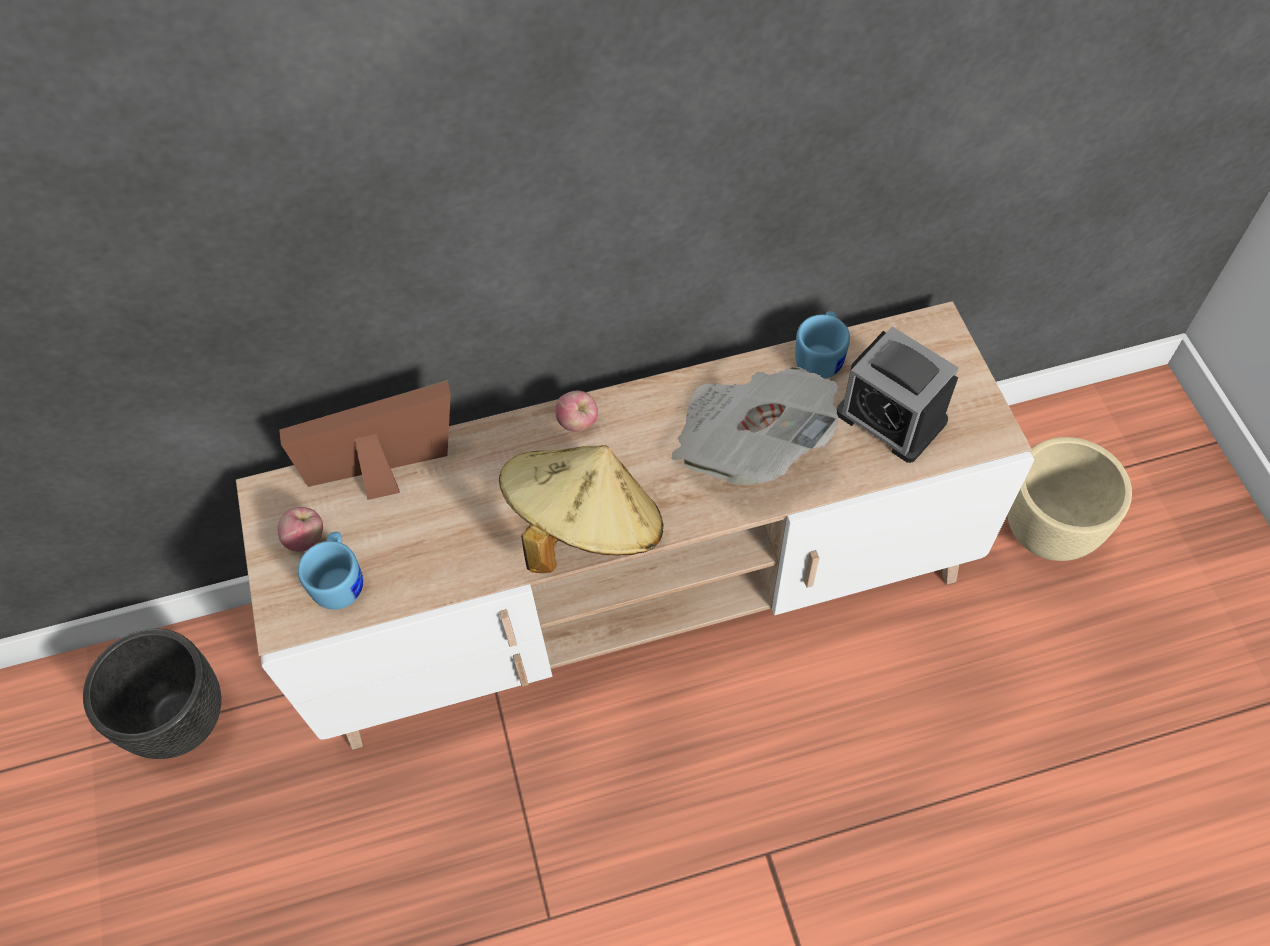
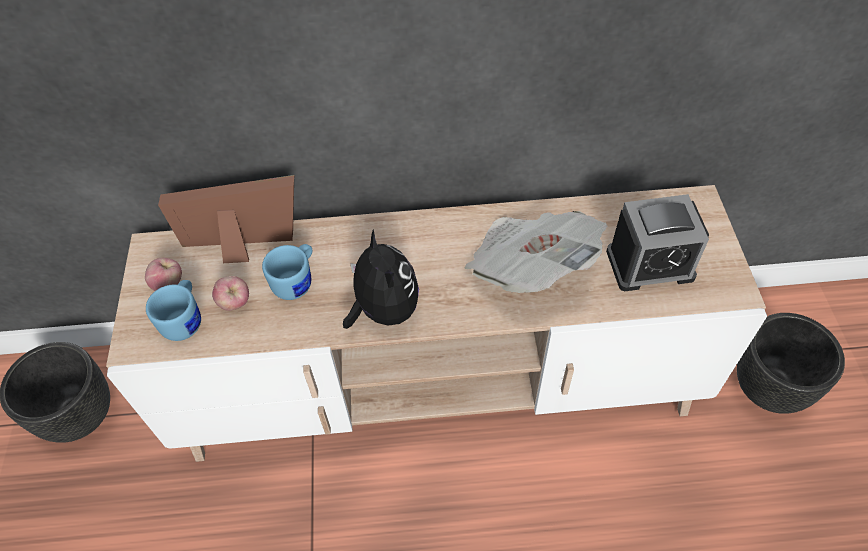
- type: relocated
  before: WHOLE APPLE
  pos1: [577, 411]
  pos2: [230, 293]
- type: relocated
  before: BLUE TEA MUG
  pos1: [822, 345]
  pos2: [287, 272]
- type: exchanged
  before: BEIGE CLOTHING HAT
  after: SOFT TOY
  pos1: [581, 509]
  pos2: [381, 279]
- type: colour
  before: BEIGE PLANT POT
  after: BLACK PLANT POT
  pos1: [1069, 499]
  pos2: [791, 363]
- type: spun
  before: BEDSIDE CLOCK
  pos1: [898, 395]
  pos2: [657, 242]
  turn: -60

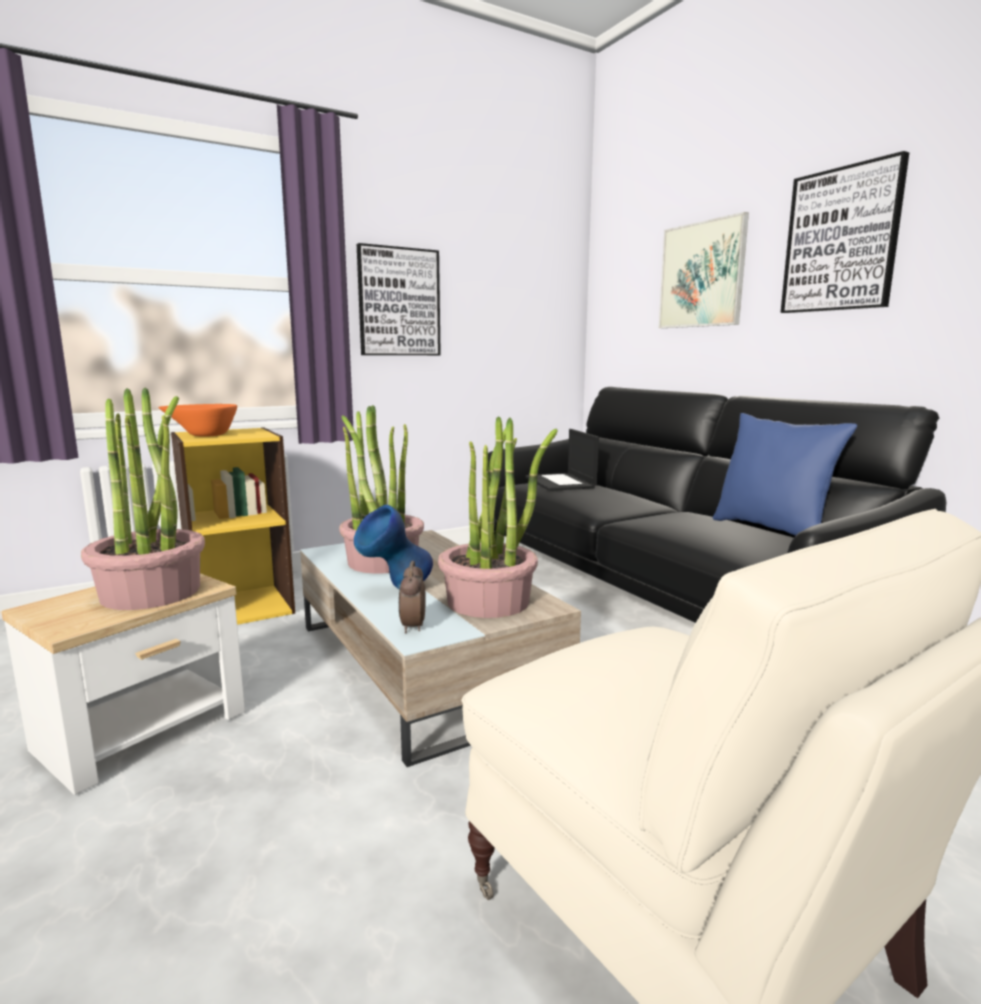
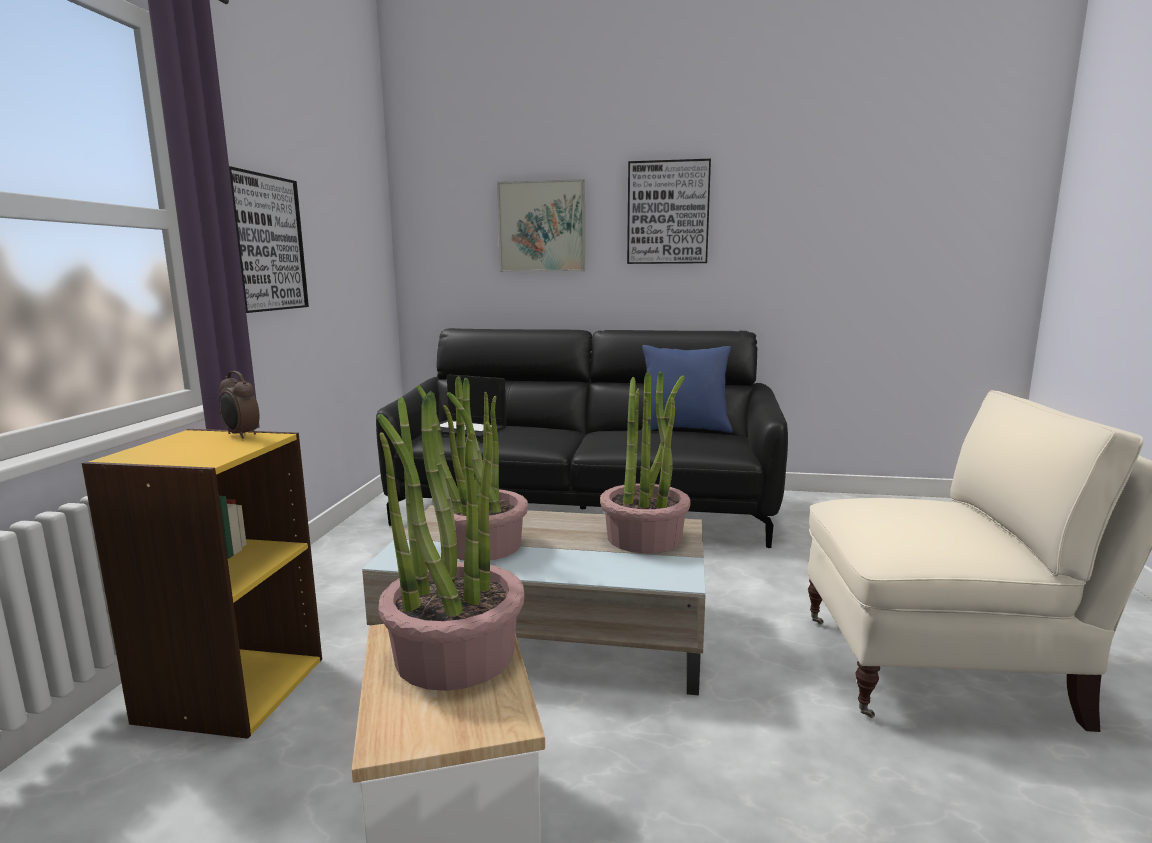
- type: missing
  before: ORANGEY SERVING BOWL
  pos1: [197, 420]
- type: missing
  before: BLUE DECORATIVE VASE
  pos1: [393, 547]
- type: relocated
  before: BEDSIDE CLOCK
  pos1: [412, 597]
  pos2: [239, 405]

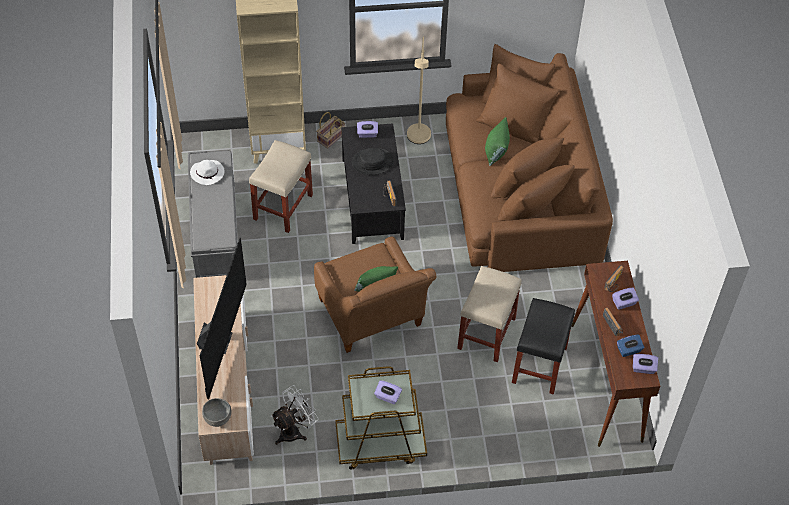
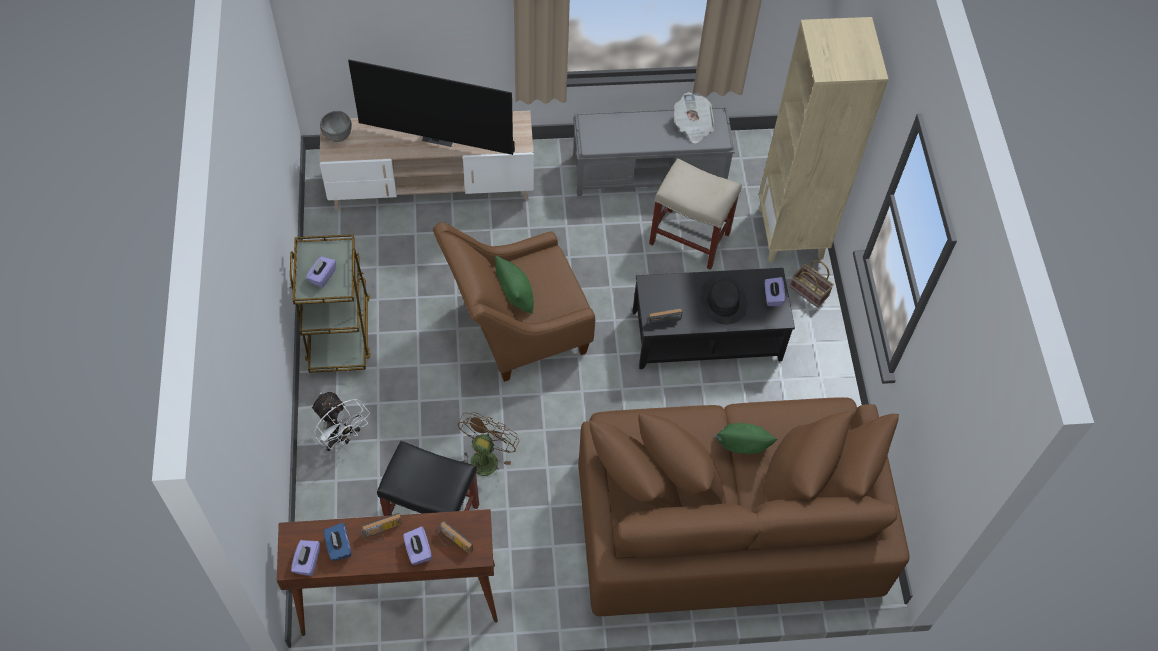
- type: missing
  before: BEIGE STANDARD LAMP
  pos1: [419, 90]
- type: relocated
  before: WHITE-COLOURED COOLING FAN
  pos1: [295, 415]
  pos2: [340, 421]
- type: exchanged
  before: WHITE-COLOURED CLOTHING HAT
  after: DAILY PAPER
  pos1: [207, 172]
  pos2: [694, 117]
- type: exchanged
  before: BEIGE SITTING STOOL
  after: BROWN COOLING FAN
  pos1: [489, 314]
  pos2: [488, 444]

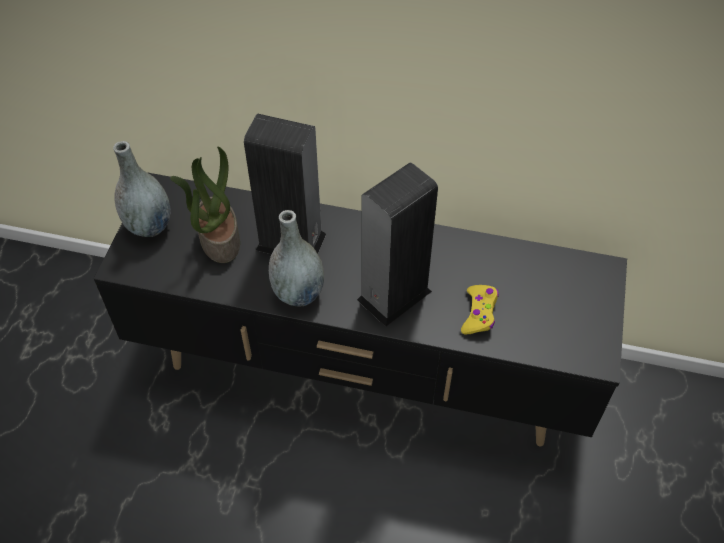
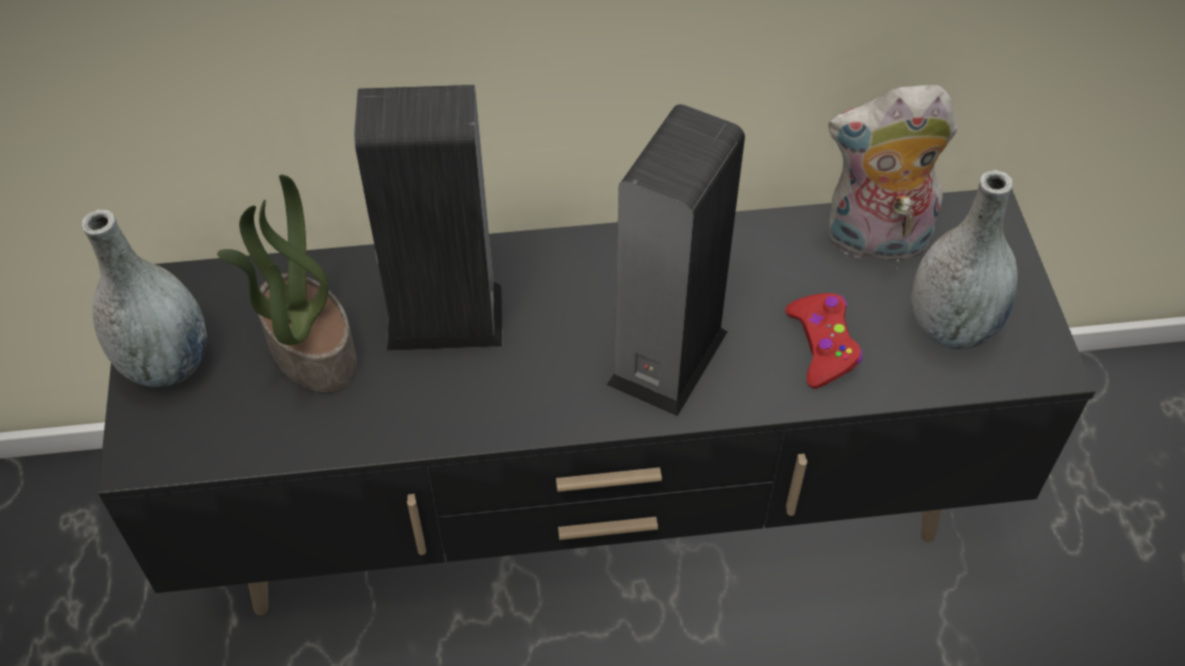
- type: appeared
  after: SOFT TOY
  pos2: [892, 177]
- type: relocated
  before: GREYISH DECORATIVE VASE
  pos1: [296, 258]
  pos2: [964, 259]
- type: colour
  before: YELLOWISH GAMEPAD
  after: REDDISH GAMEPAD
  pos1: [480, 310]
  pos2: [824, 340]

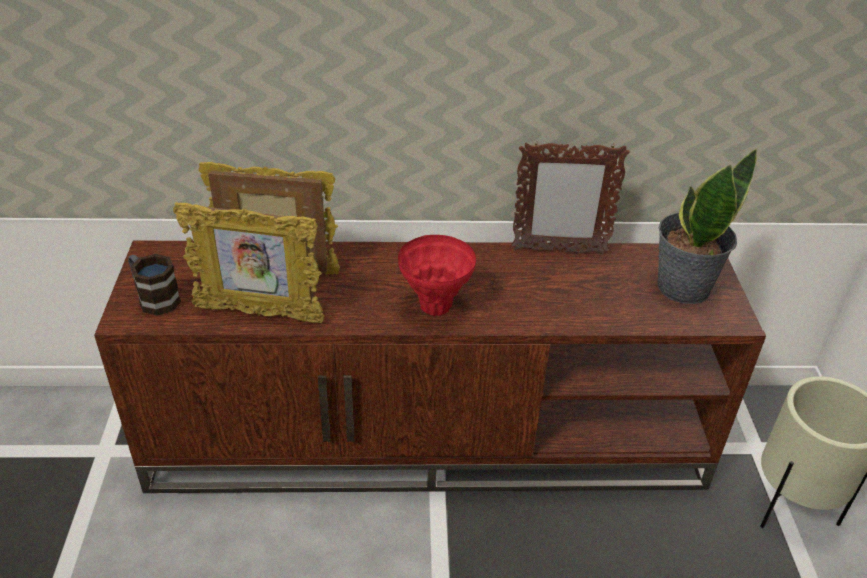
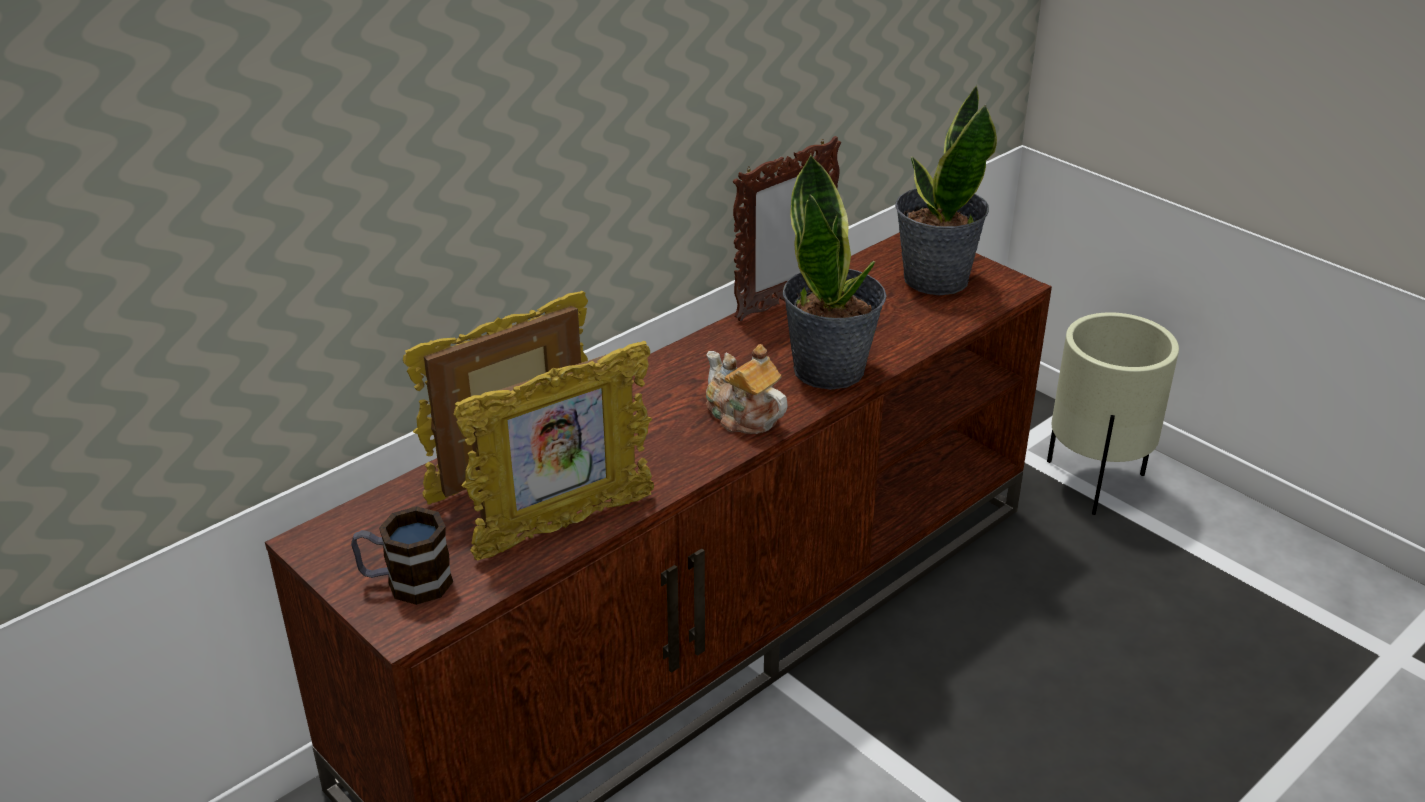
- type: appeared
  after: PLANT IN A POT
  pos2: [835, 272]
- type: exchanged
  before: REDDISH DECORATIVE VASE
  after: TEA POT
  pos1: [437, 275]
  pos2: [747, 389]

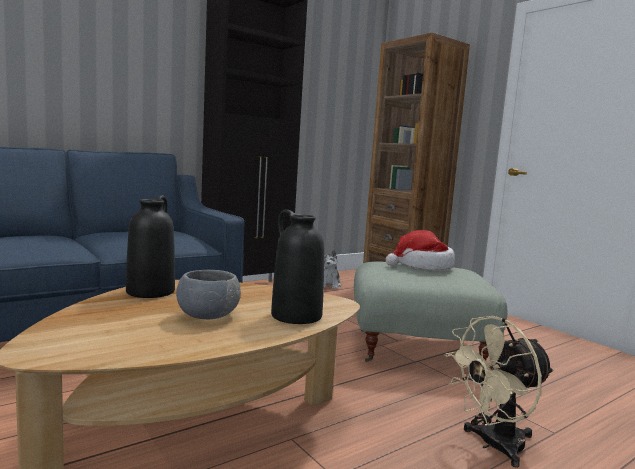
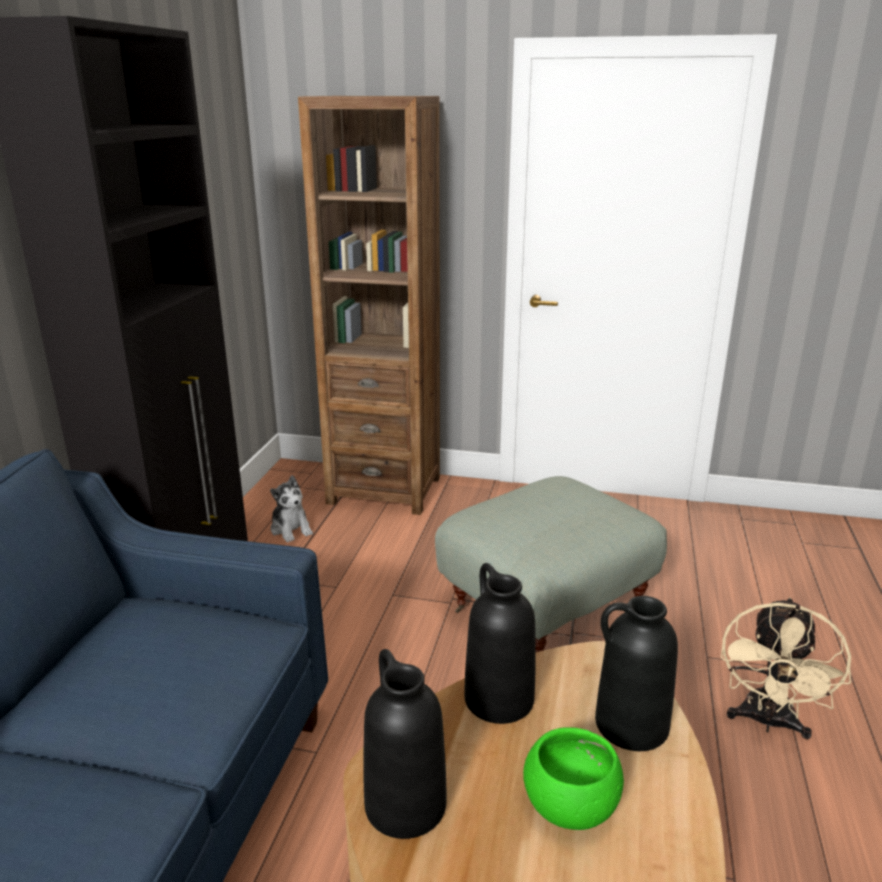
- type: missing
  before: CLOTHING HAT
  pos1: [420, 250]
- type: appeared
  after: BLACK DECORATIVE VASE
  pos2: [500, 643]
- type: colour
  before: GREYISH SERVING BOWL
  after: GREEN SERVING BOWL
  pos1: [208, 294]
  pos2: [573, 778]

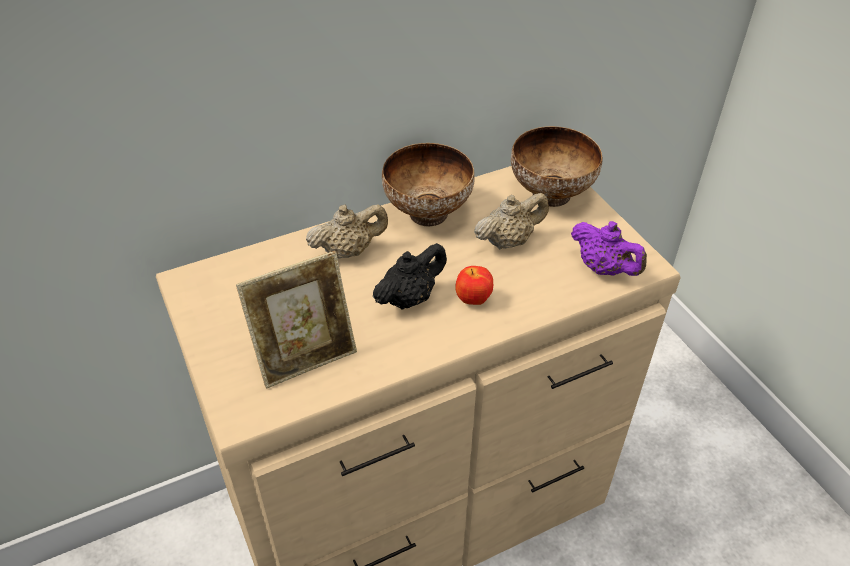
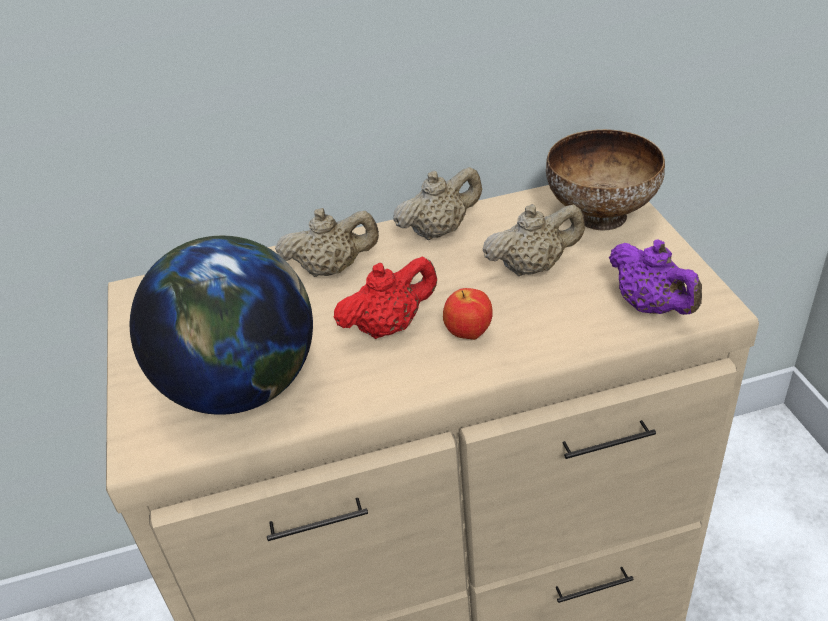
- type: exchanged
  before: PHOTO FRAME
  after: WORLD GLOBE
  pos1: [296, 320]
  pos2: [221, 325]
- type: exchanged
  before: SERVING BOWL
  after: BEIGE TEA POT
  pos1: [428, 184]
  pos2: [437, 203]
- type: colour
  before: BLACK TEA POT
  after: REDDISH TEA POT
  pos1: [410, 276]
  pos2: [385, 298]

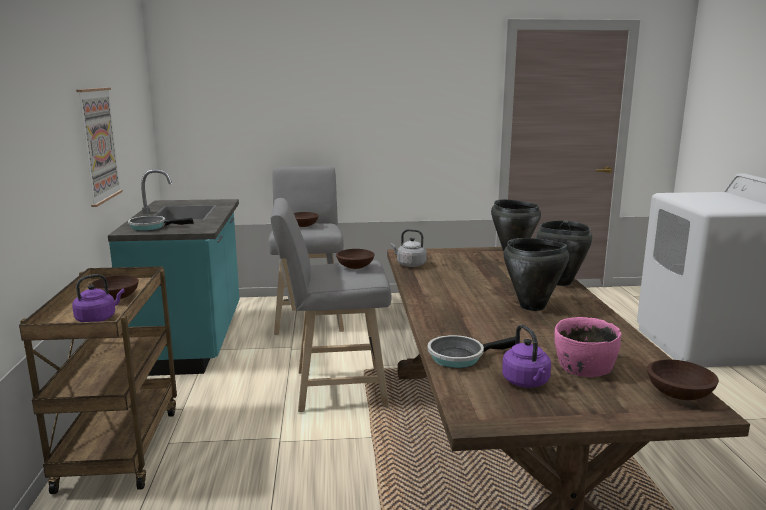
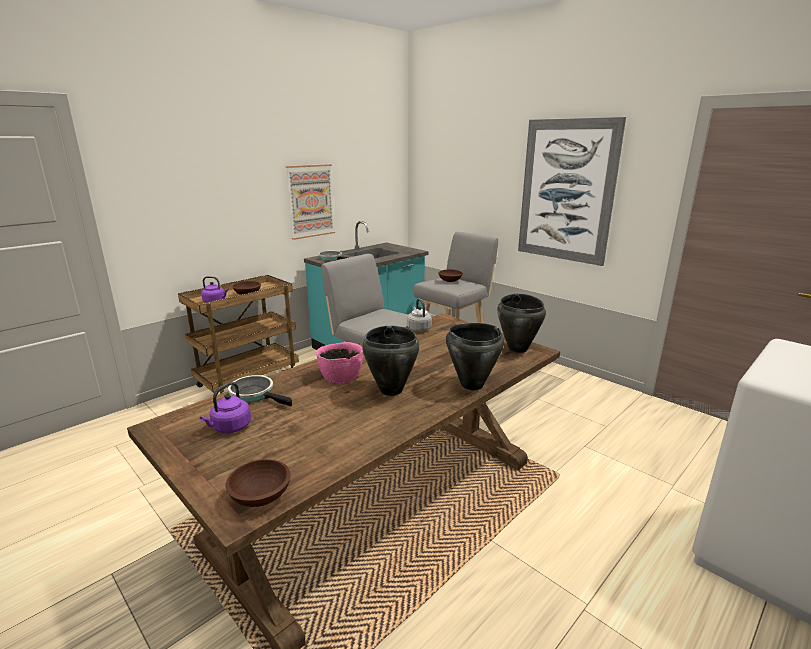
- type: missing
  before: BROWN SERVING BOWL
  pos1: [355, 259]
- type: appeared
  after: WALL ART
  pos2: [572, 191]
- type: relocated
  before: PINK-COLOURED SERVING BOWL
  pos1: [588, 347]
  pos2: [339, 362]

